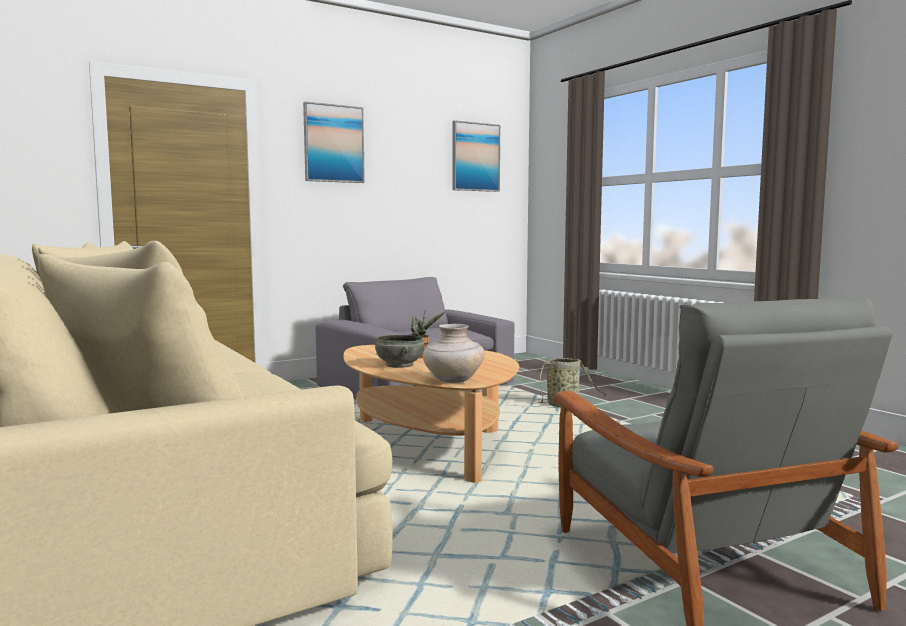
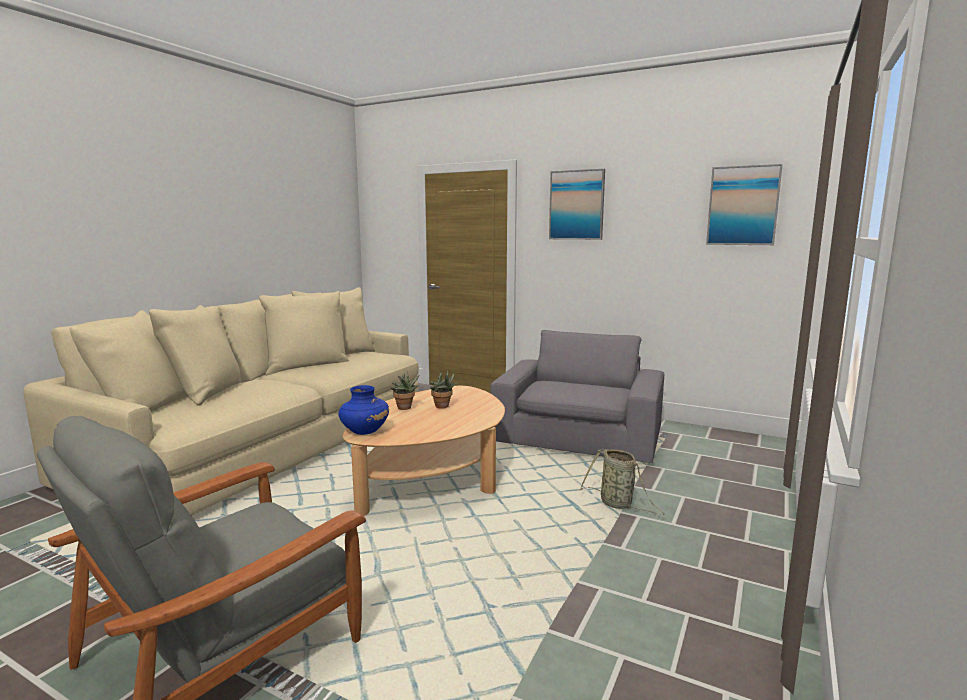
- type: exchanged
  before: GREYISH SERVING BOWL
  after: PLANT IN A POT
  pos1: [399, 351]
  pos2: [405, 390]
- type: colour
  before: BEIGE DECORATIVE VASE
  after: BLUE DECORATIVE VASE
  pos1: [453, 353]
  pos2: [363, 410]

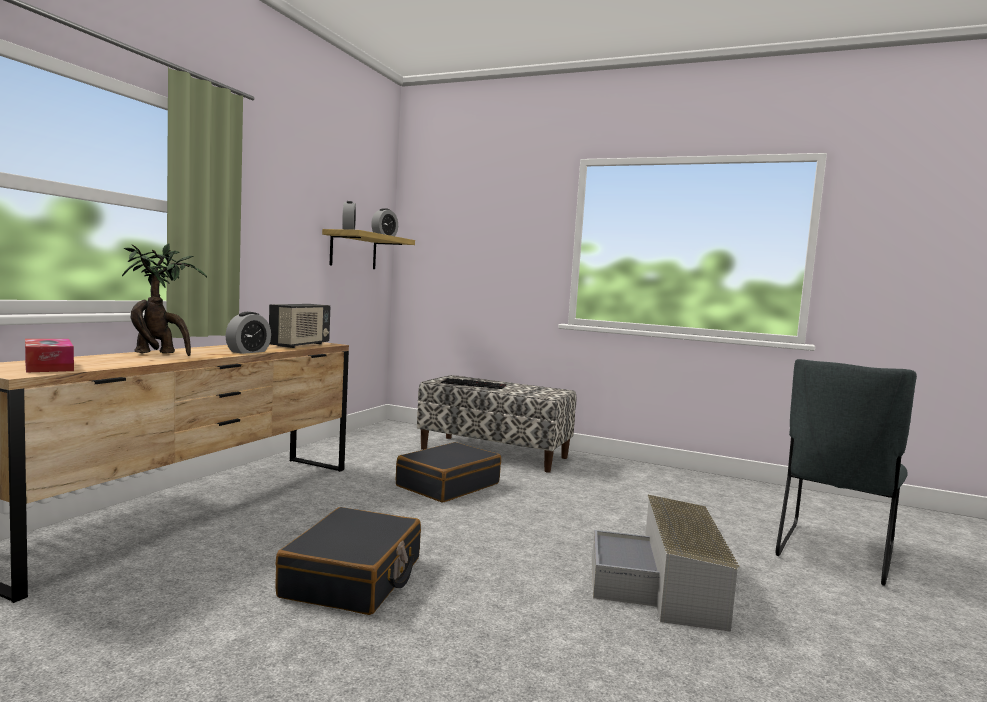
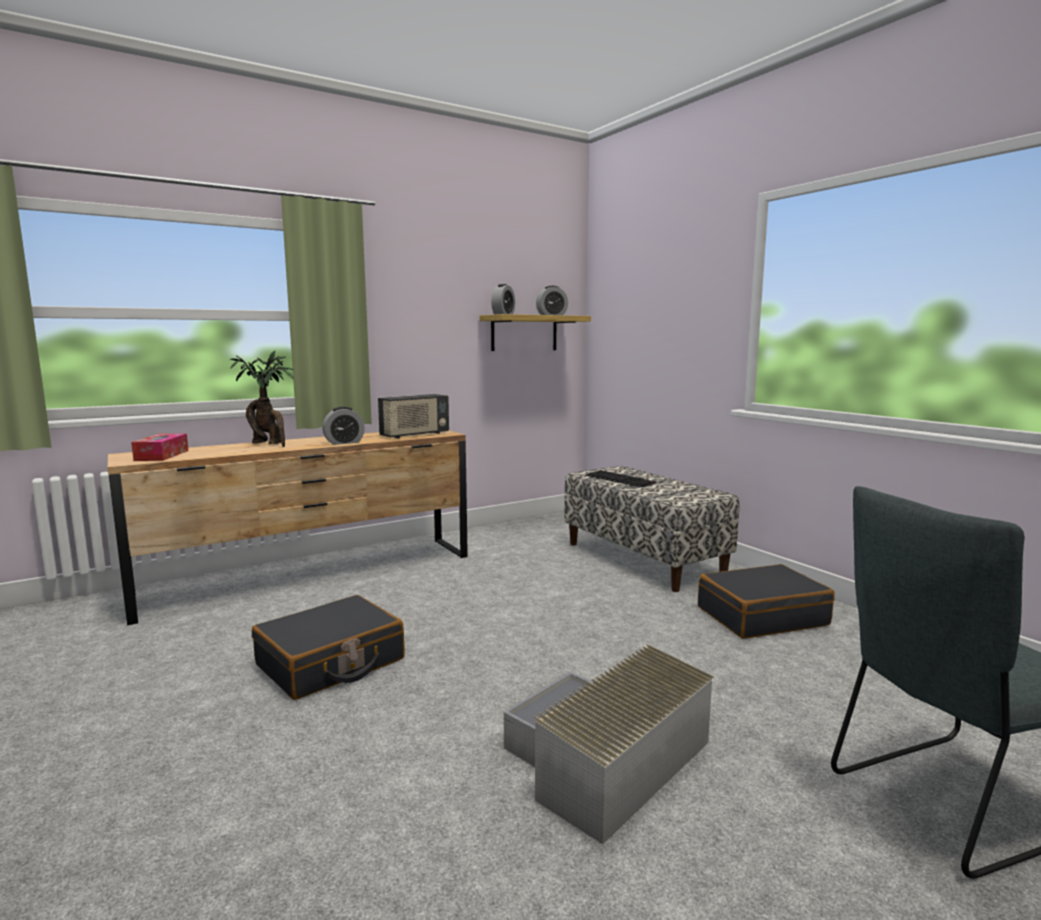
- type: relocated
  before: BLACK TRAVEL CASE
  pos1: [448, 472]
  pos2: [766, 601]

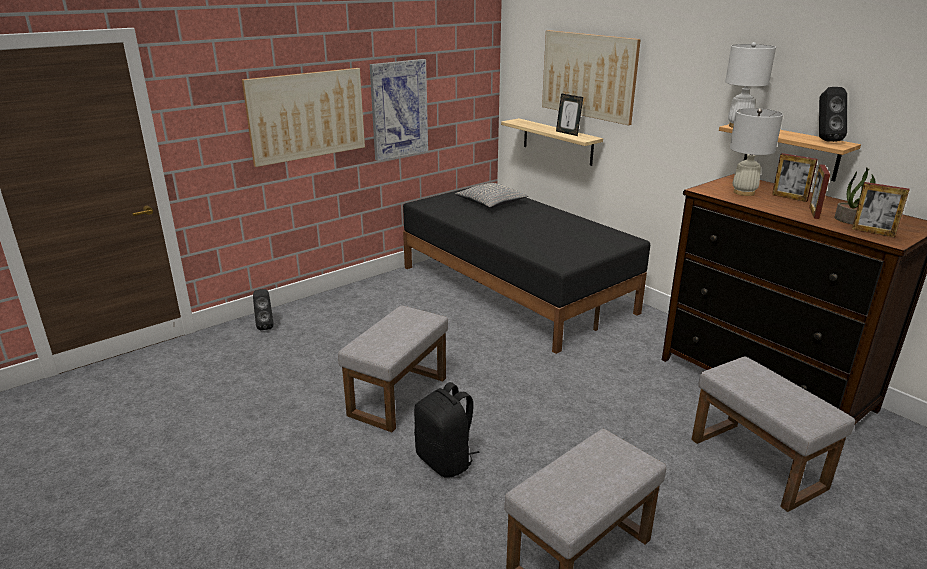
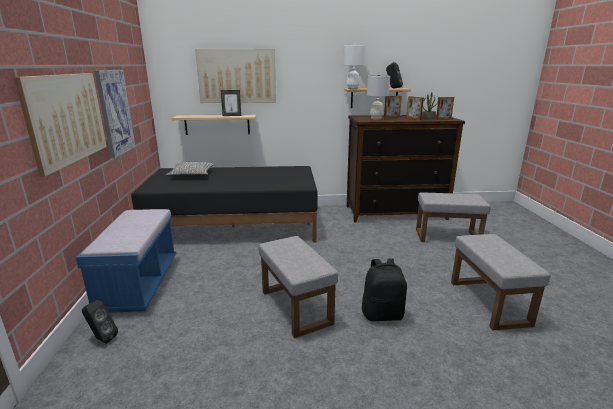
- type: appeared
  after: BLUE BENCH
  pos2: [126, 261]

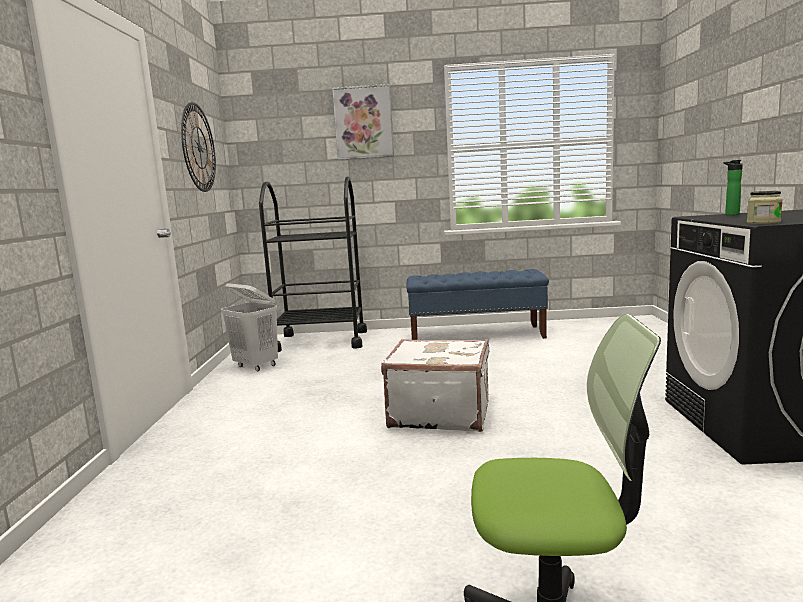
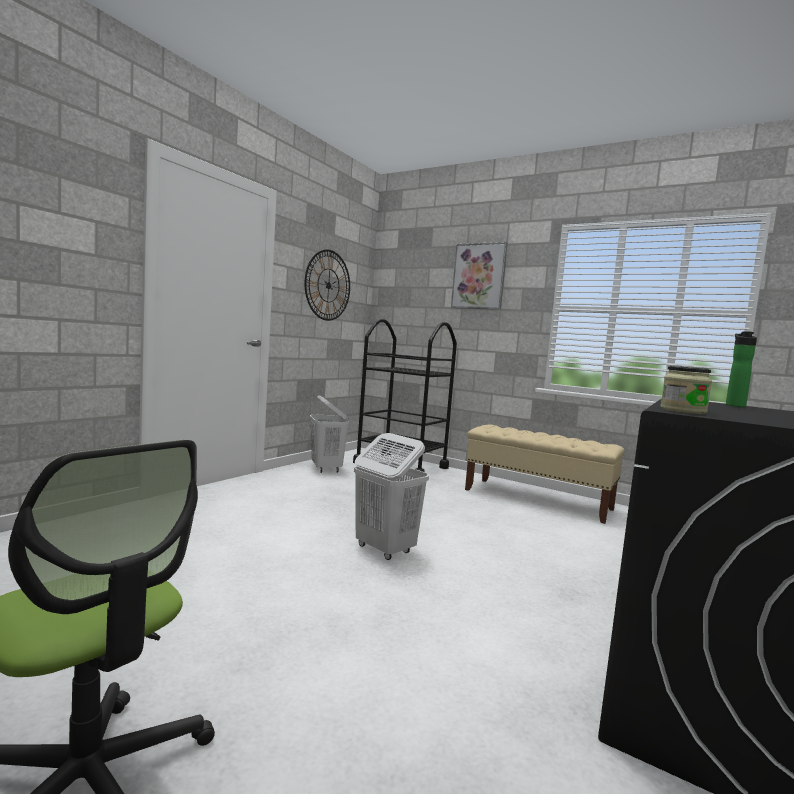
- type: exchanged
  before: WHITE-COLOURED TRAVEL CASE
  after: WHITE-COLOURED LAUNDRY BASKET
  pos1: [435, 385]
  pos2: [391, 496]
- type: colour
  before: BLUE BENCH
  after: BEIGE BENCH
  pos1: [477, 304]
  pos2: [545, 474]

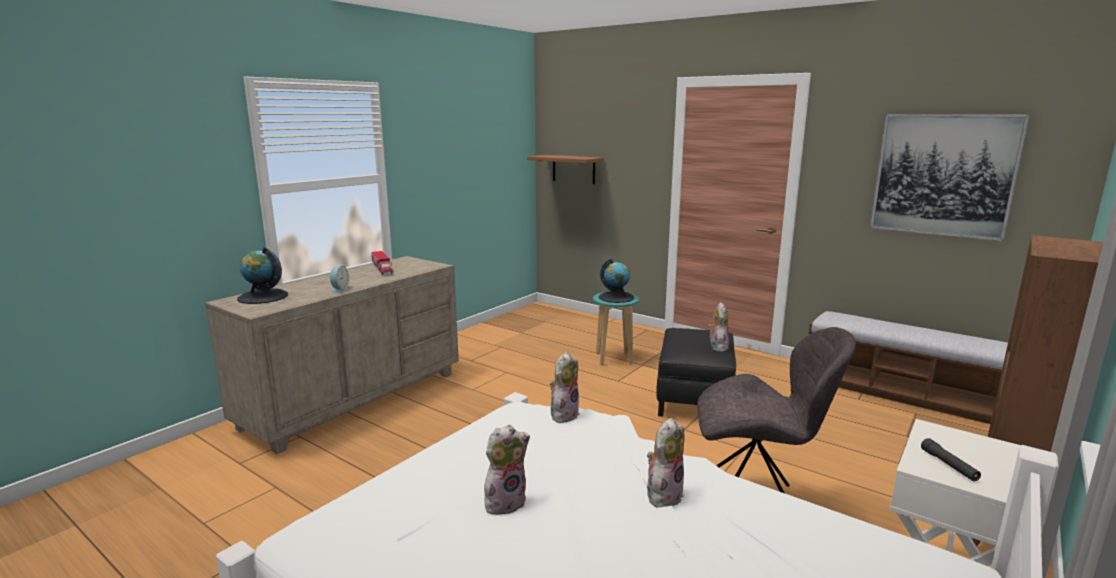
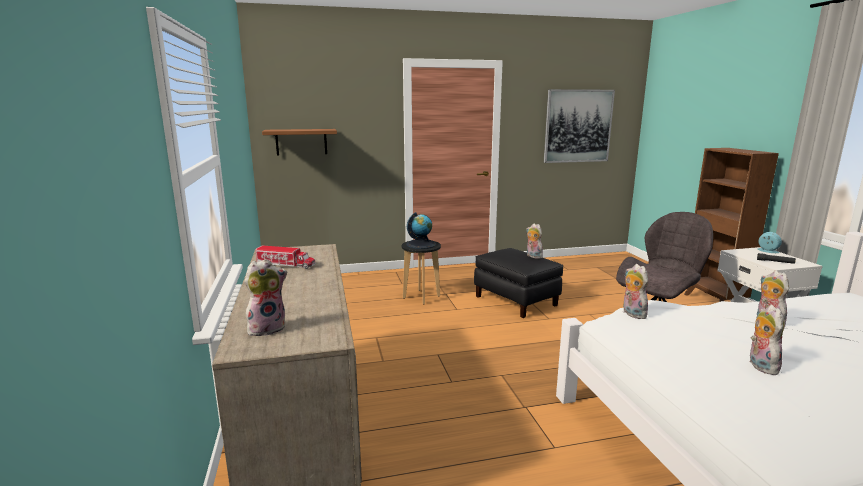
- type: missing
  before: BENCH
  pos1: [908, 367]
- type: relocated
  before: BEDSIDE CLOCK
  pos1: [339, 279]
  pos2: [770, 242]
- type: exchanged
  before: WORLD GLOBE
  after: SOFT TOY
  pos1: [262, 275]
  pos2: [265, 297]
- type: colour
  before: TURQUOISE SITTING STOOL
  after: BLACK SITTING STOOL
  pos1: [616, 328]
  pos2: [421, 272]

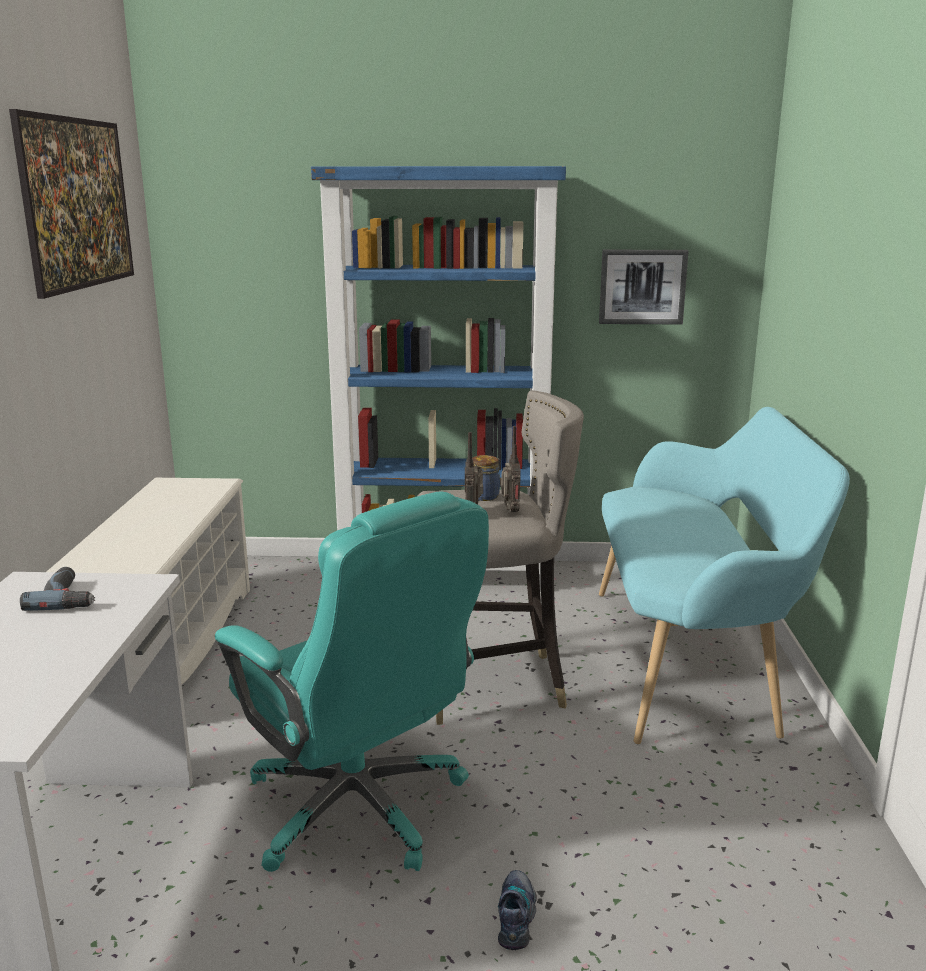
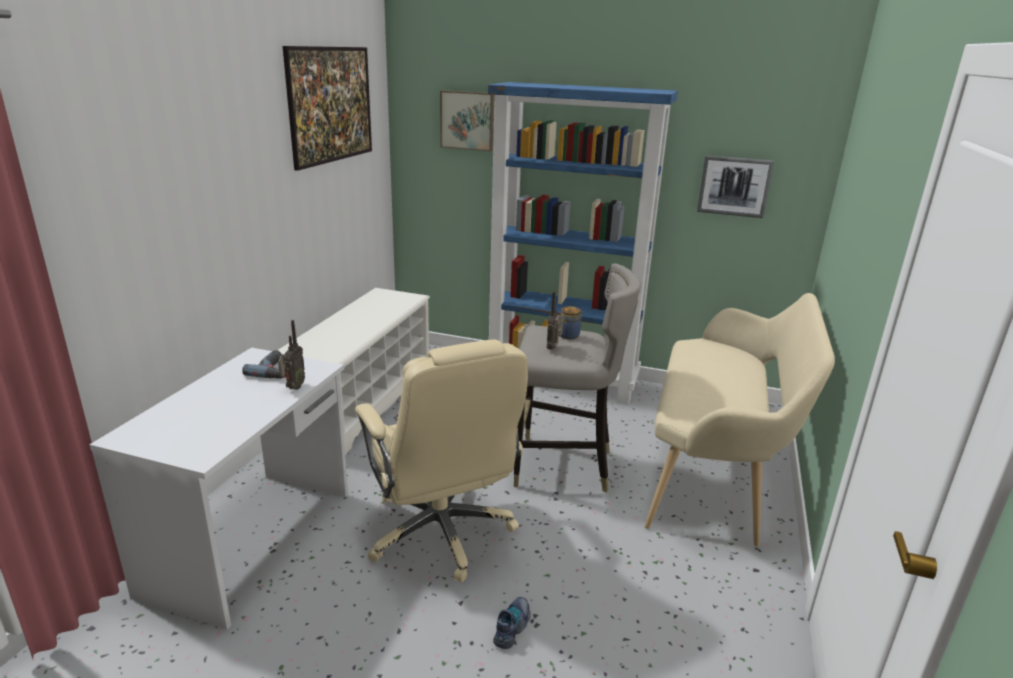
- type: appeared
  after: WALL ART
  pos2: [467, 120]
- type: relocated
  before: RADIO
  pos1: [510, 469]
  pos2: [291, 355]
- type: colour
  before: TURQUOISE COMPUTER CHAIR
  after: BEIGE COMPUTER CHAIR
  pos1: [352, 681]
  pos2: [441, 461]
- type: colour
  before: TURQUOISE BENCH
  after: BEIGE BENCH
  pos1: [724, 575]
  pos2: [739, 420]

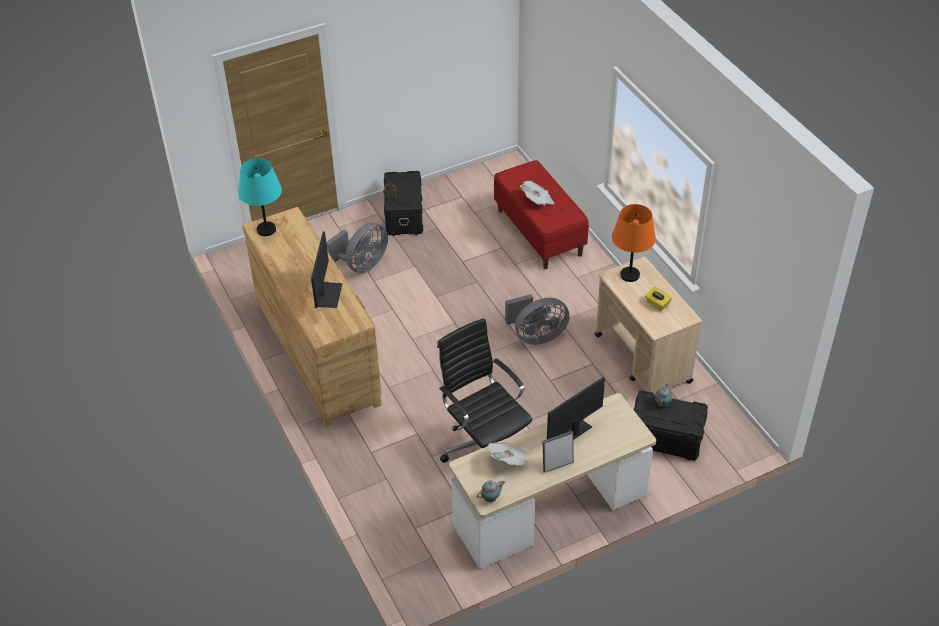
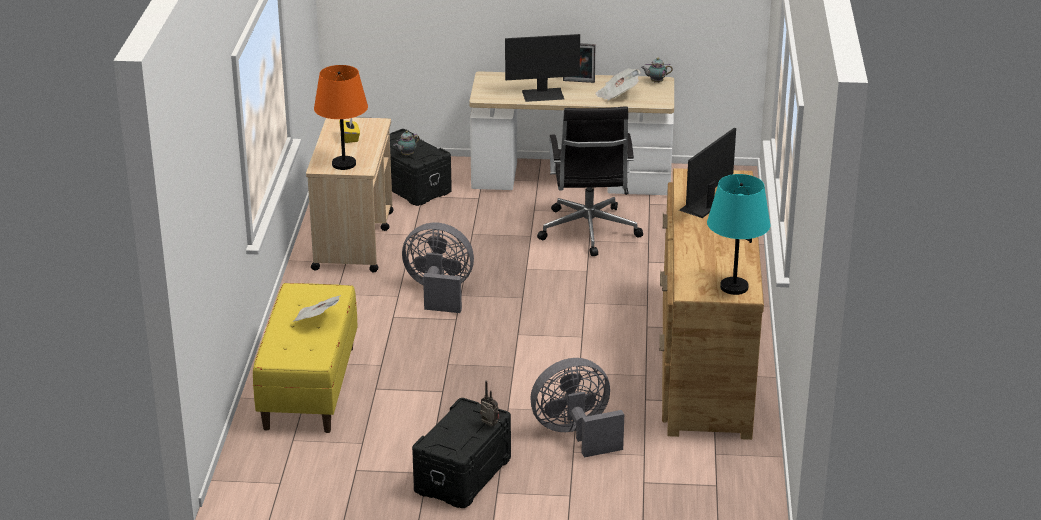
- type: colour
  before: REDDISH BENCH
  after: YELLOWISH BENCH
  pos1: [541, 214]
  pos2: [305, 358]

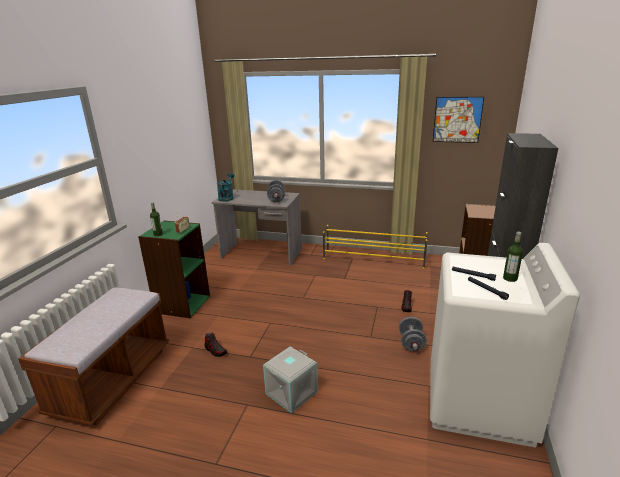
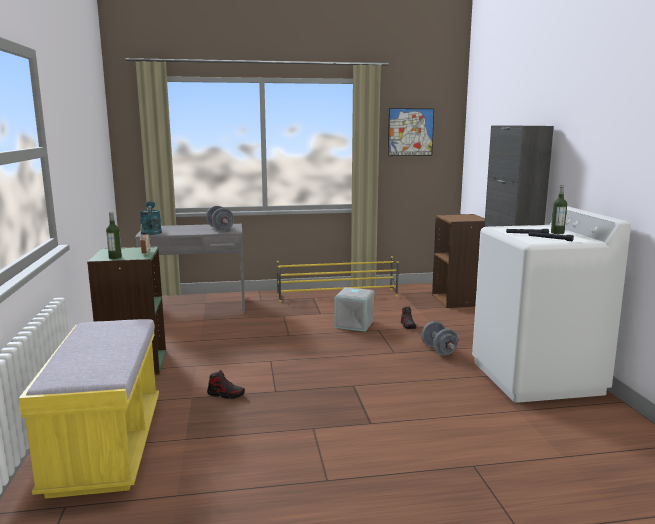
- type: relocated
  before: GREYISH STORAGE CONTAINER
  pos1: [290, 379]
  pos2: [354, 309]
- type: colour
  before: BROWN BENCH
  after: YELLOWISH BENCH
  pos1: [93, 356]
  pos2: [89, 409]

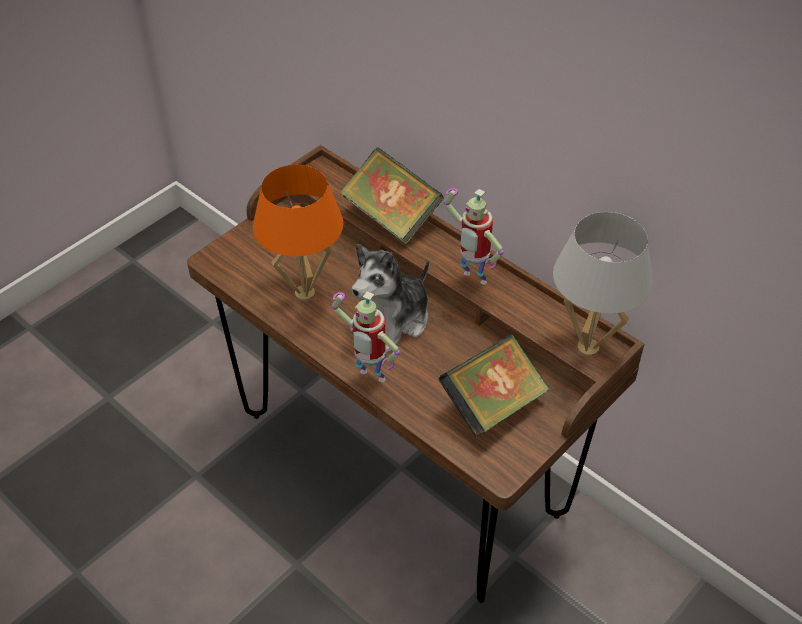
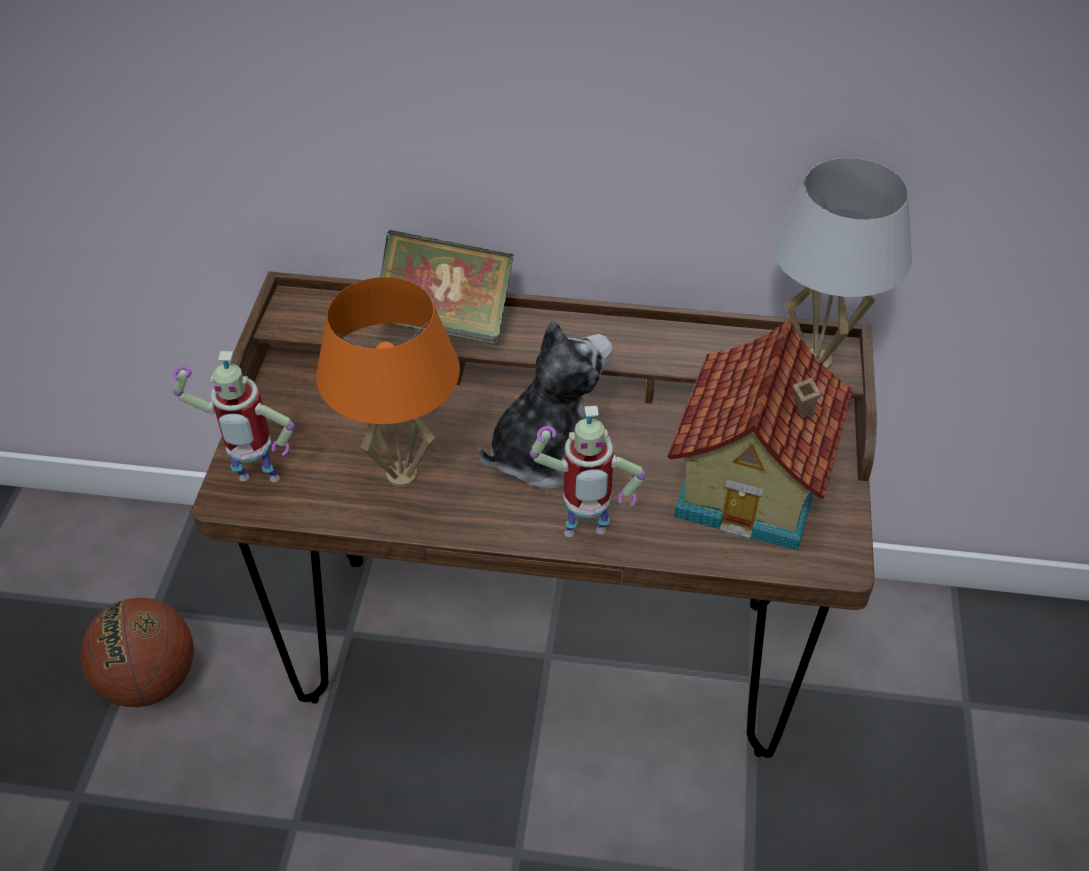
- type: appeared
  after: BALL FOR BASKETBALL
  pos2: [137, 652]
- type: relocated
  before: MODEL ROBOT
  pos1: [474, 236]
  pos2: [234, 416]
- type: exchanged
  before: BOOK
  after: TOY HOUSE
  pos1: [493, 386]
  pos2: [760, 435]
- type: spun
  before: SOFT TOY
  pos1: [389, 299]
  pos2: [546, 404]
  turn: -135

